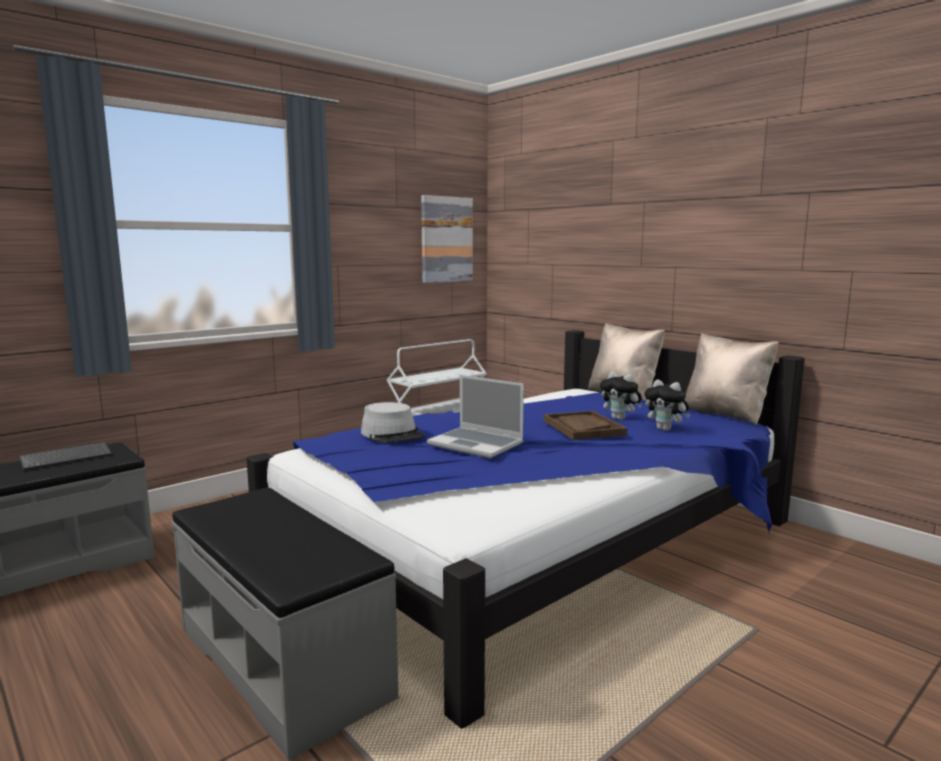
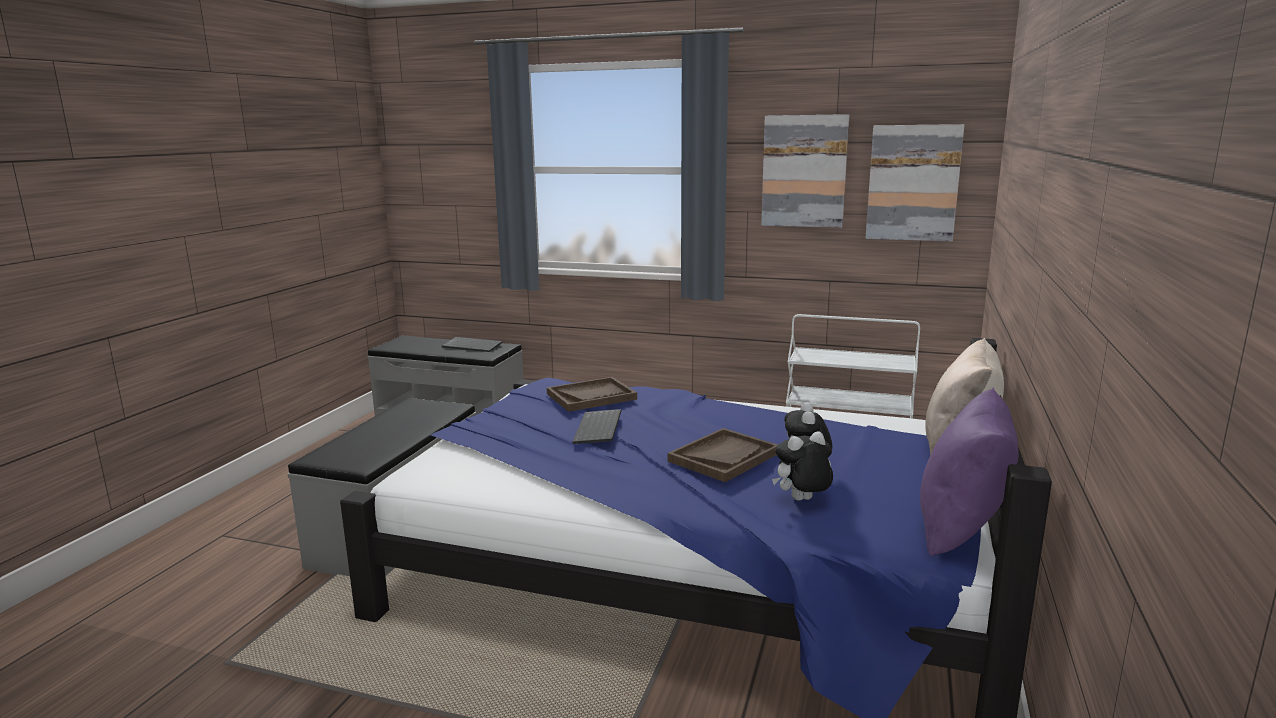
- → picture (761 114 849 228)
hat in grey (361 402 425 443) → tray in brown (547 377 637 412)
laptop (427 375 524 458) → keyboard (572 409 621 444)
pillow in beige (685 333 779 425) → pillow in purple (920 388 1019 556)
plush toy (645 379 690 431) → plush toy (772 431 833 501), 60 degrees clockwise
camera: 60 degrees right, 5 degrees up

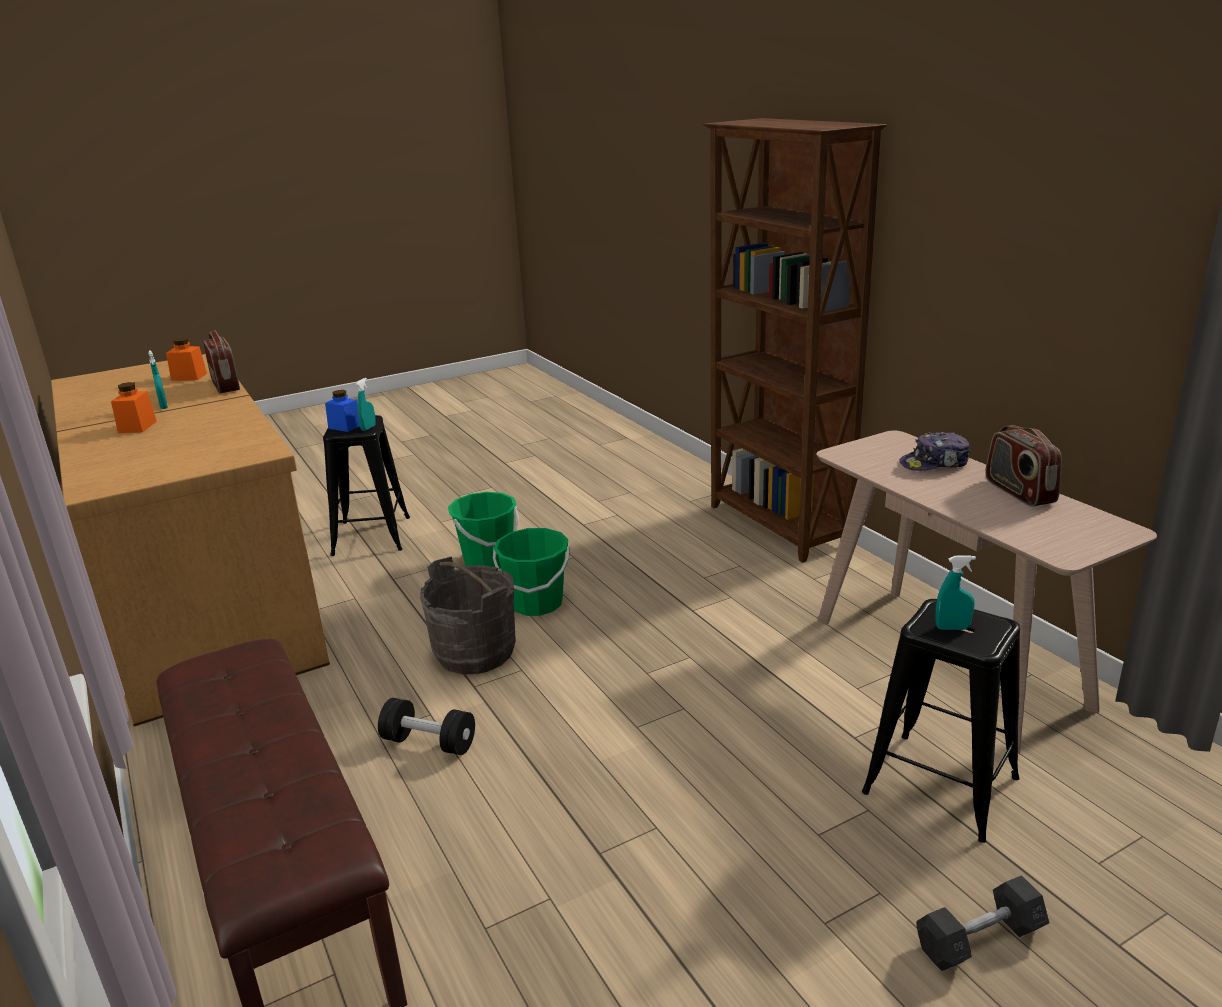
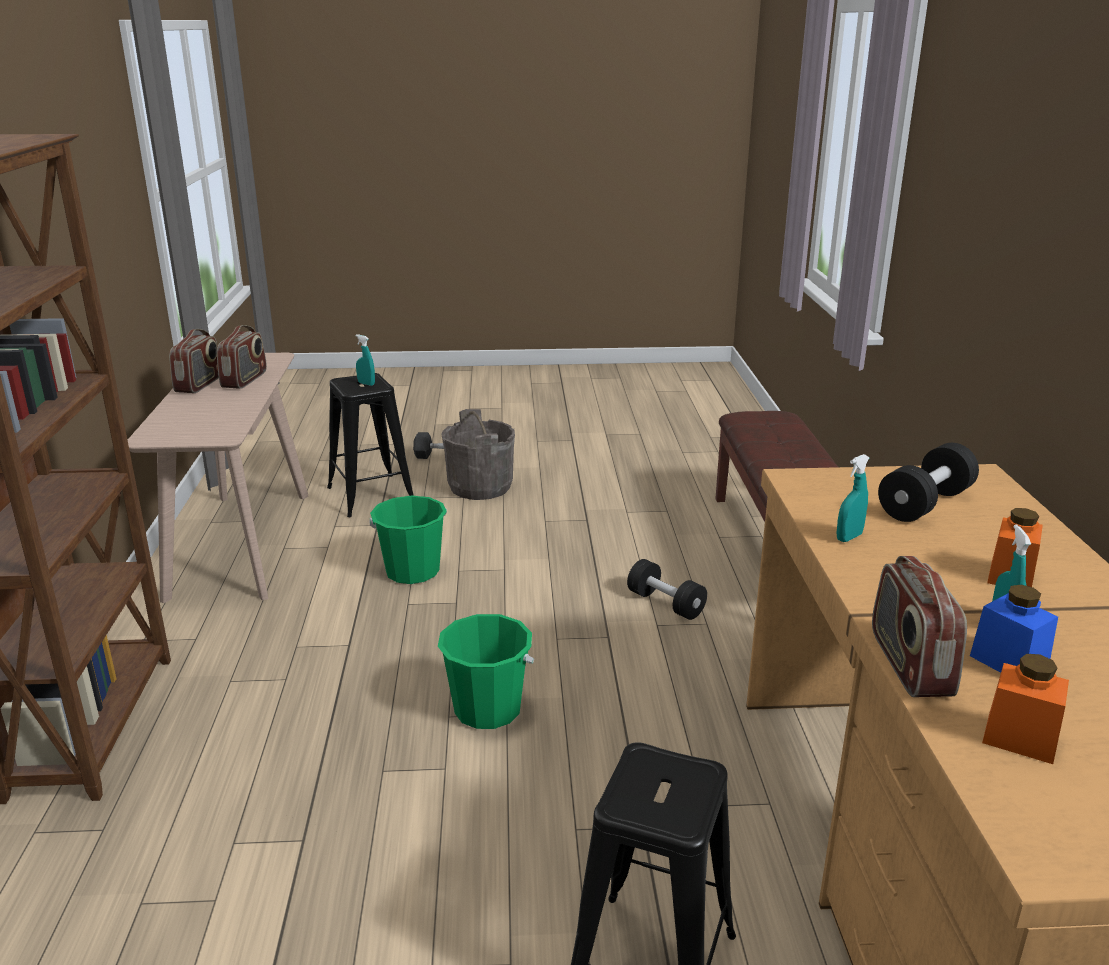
cap (899 432 970 471) → -
- → radio (217 325 267 389)
- → dumbbell in black (878 443 979 522)
jar in blue (325 390 360 432) → jar in blue (970 585 1058 673), shifted
spray bottle in turquoise (356 378 376 431) → spray bottle in turquoise (836 454 869 542), shifted
bucket in grey (420 557 516 674) → bucket in grey (442 409 515 500), shifted
bucket in green (448 492 519 569) → bucket in green (369 496 447 584), shifted
camera: 155 degrees left, 0 degrees up

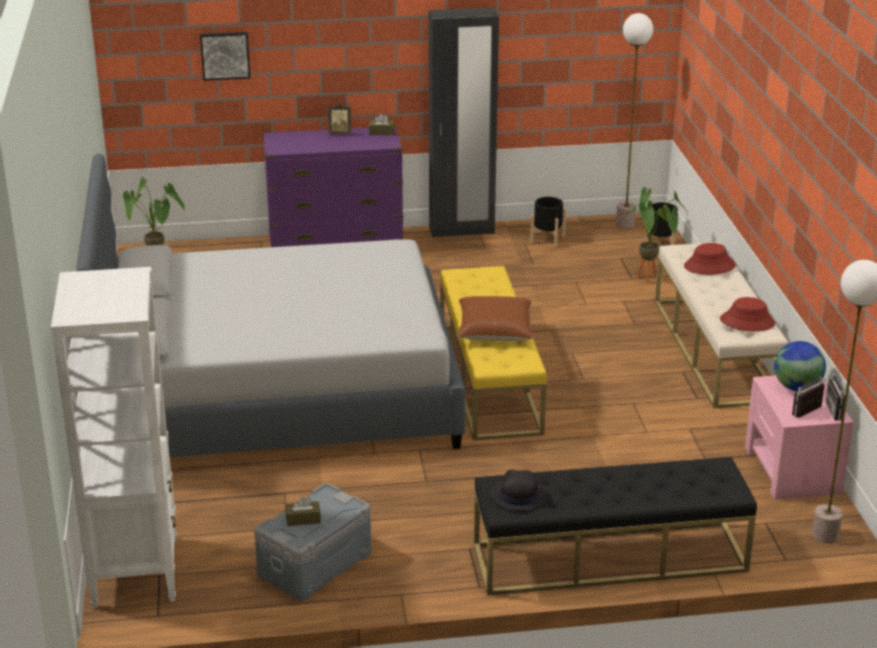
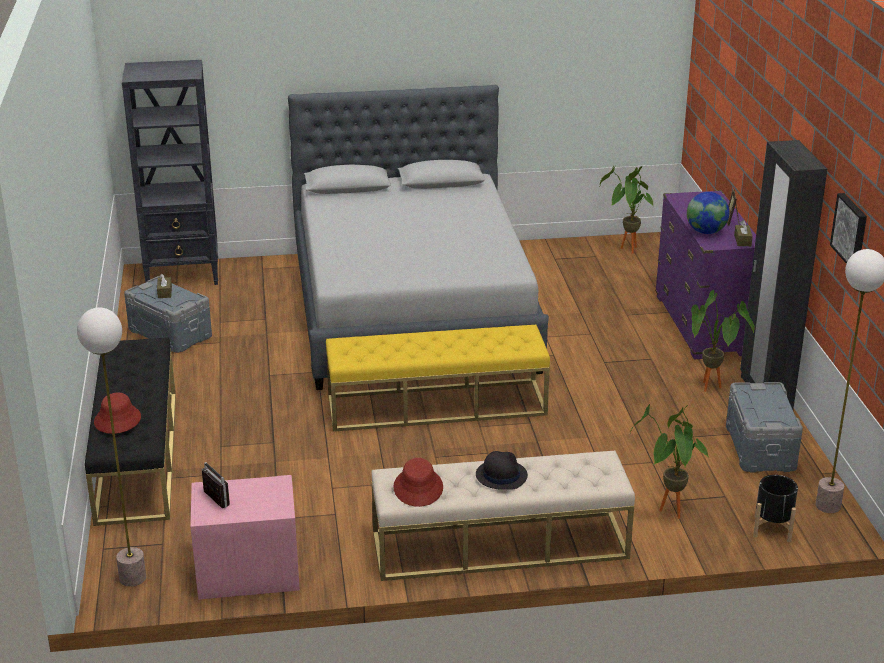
pillow in brown (457 296 532 341) → -
radio (825 373 853 421) → -
- → potted plant (691 290 754 392)
picture (200 32 250 81) → picture (830 193 867 264), shifted
hat in black (490 470 546 511) → hat in black (476 451 528 490), shifted
hat in red (684 243 736 275) → hat in red (94 393 141 434), shifted
globe (774 341 826 391) → globe (687 192 729 234), shifted
planter in black (530 197 566 247) → storage box in grey (726 382 803 472)
bookcase in white (51 267 177 608) → bookcase in black (122 60 218 285)
camera: 90 degrees right, 0 degrees up

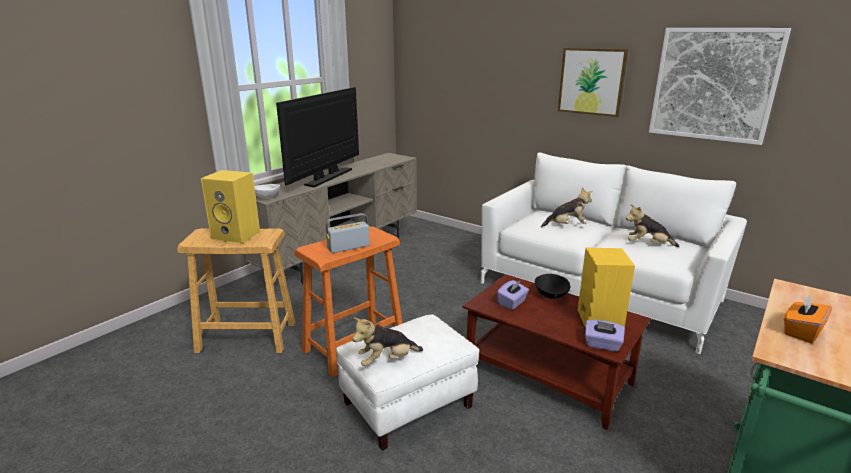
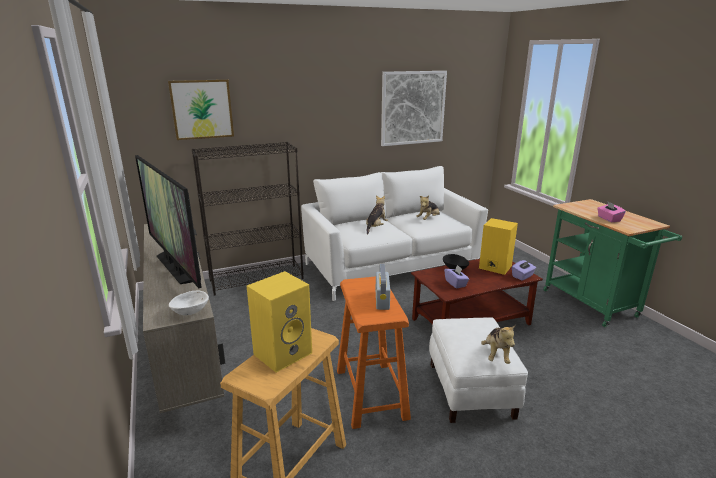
- → bookcase in black (192 142 304 296)
picture (558 48 628 117) → picture (168 79 234 140), shifted
tissue box in orange (784 294 832 343) → tissue box in pink (597 201 626 222)
camera: 60 degrees left, 0 degrees up

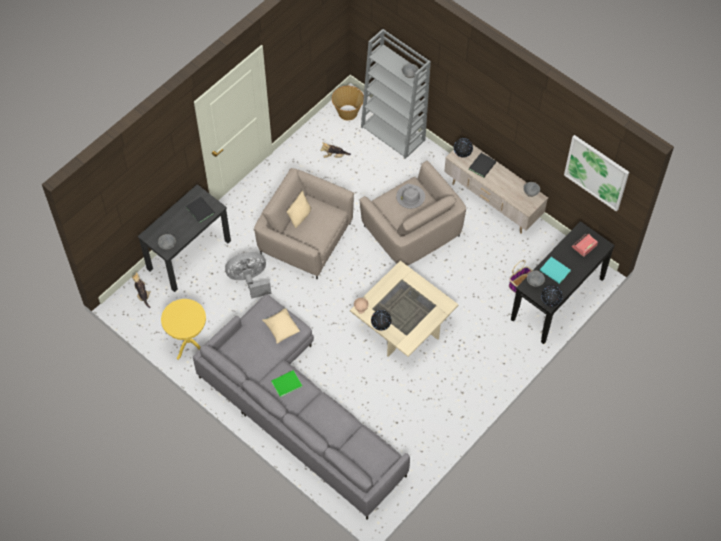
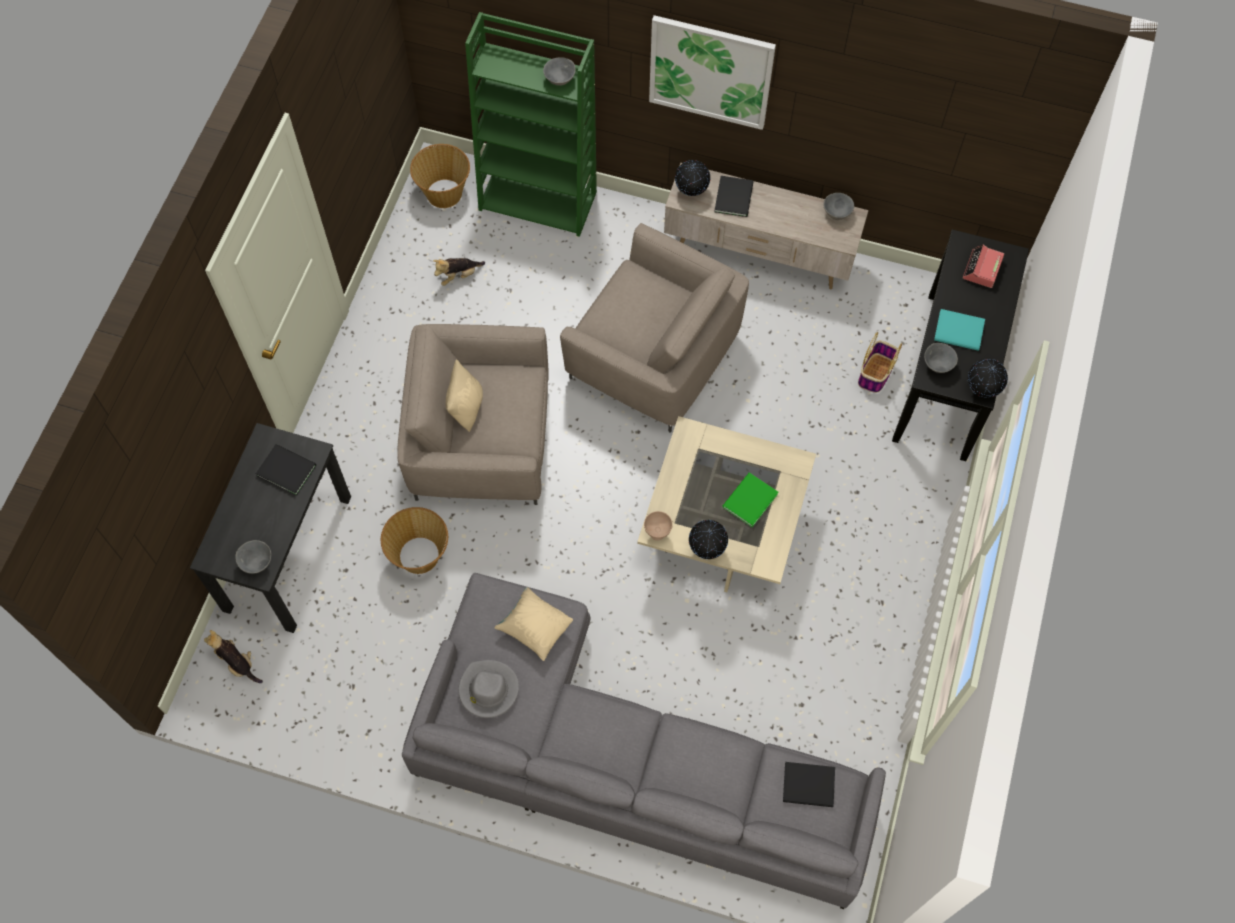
side table in yellow (161 299 206 360) → -
- → book in black (783 762 835 807)
book in green (271 370 302 397) → book in green (722 473 779 527), shifted
hat in grey (396 184 425 209) → hat in grey (458 660 519 718), shifted
picture (564 135 629 212) → picture (649 15 776 130), shifted
fan in grey (225 252 271 299) → basket (381 507 448 574)
bookcase in grey (361 29 431 159) → bookcase in green (465 12 597 237)
camera: 25 degrees left, 5 degrees up

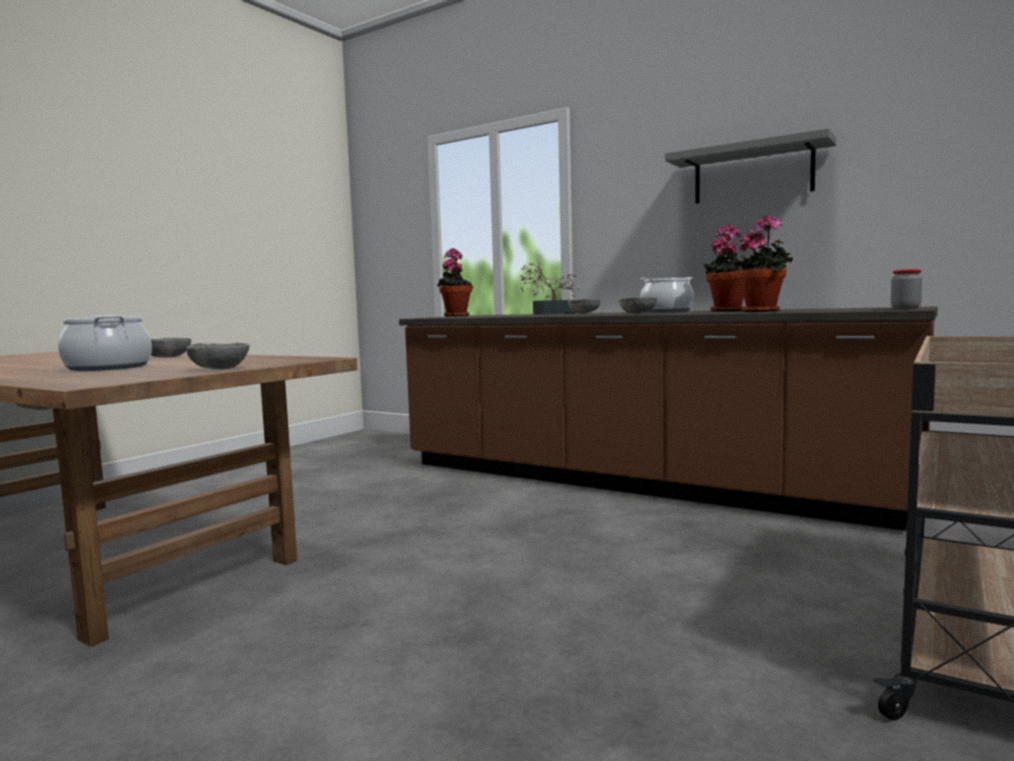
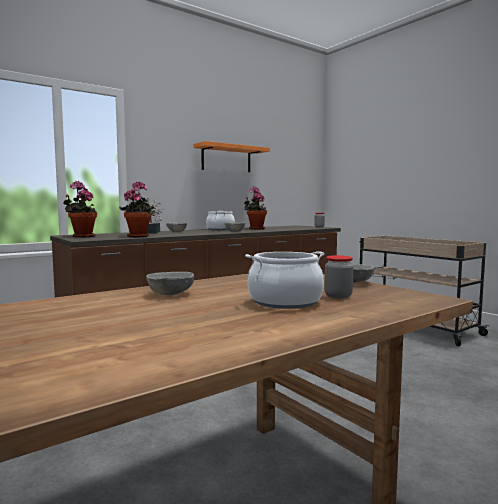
- → jar (324 255 353 299)
potted plant (734 215 793 312) → potted plant (119 182 155 237), shifted
shelf in grey (665 128 836 204) → shelf in orange (193 141 270 172)
camera: 70 degrees left, 0 degrees up

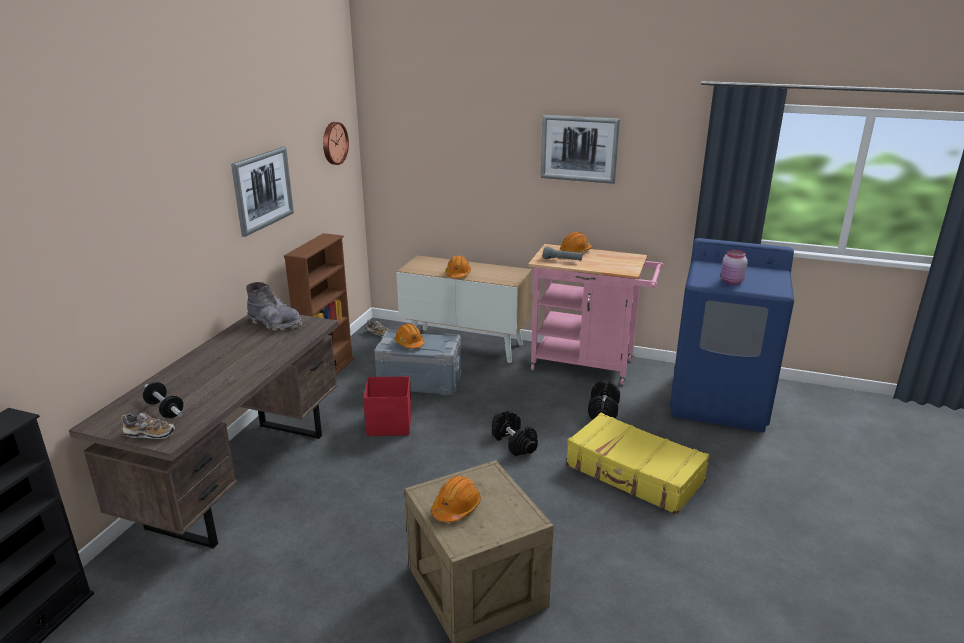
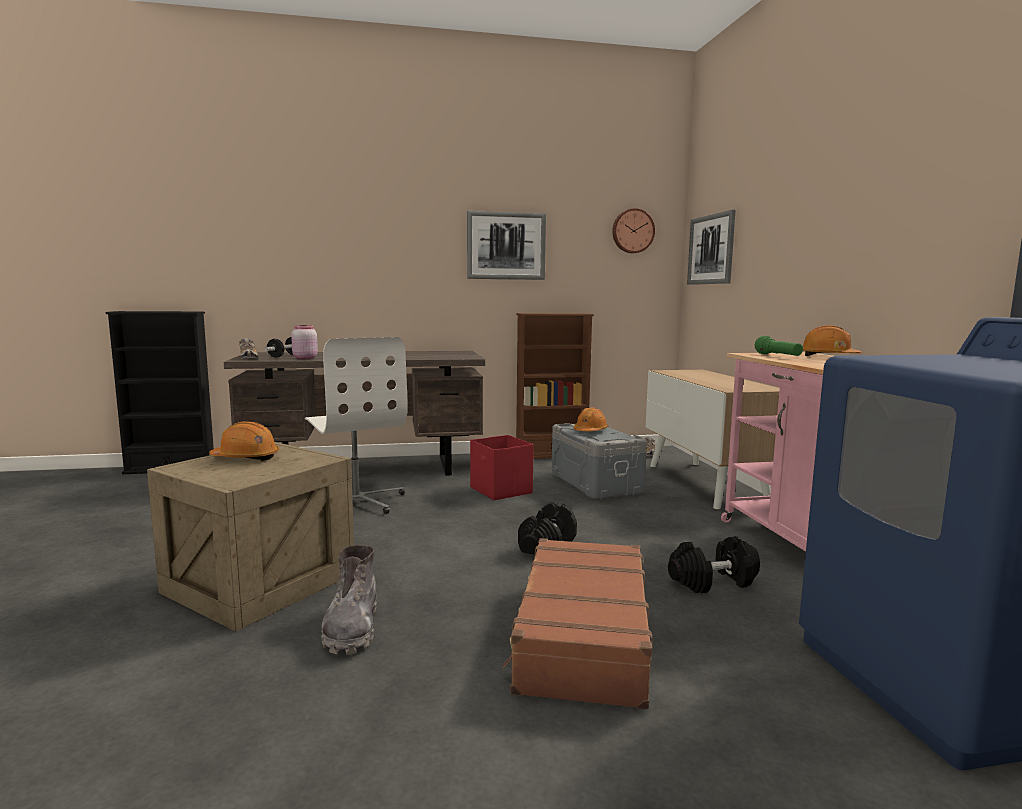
hard hat in orange (445 255 471 278) → -
- → office chair in white (305 337 408 514)
boot in grey (246 282 302 331) → boot in grey (321 545 377 655), shifted
picture (540 115 620 184) → picture (687 210 736 285), shifted
jar in pink (721 250 748 285) → jar in pink (291 325 318 359), shifted
flashlight in grey (543 247 583 261) → flashlight in green (755 336 803 356)
suitcase in yellow (566 413 709 515) → suitcase in brown (503 538 653 709)
camera: 60 degrees right, 15 degrees down

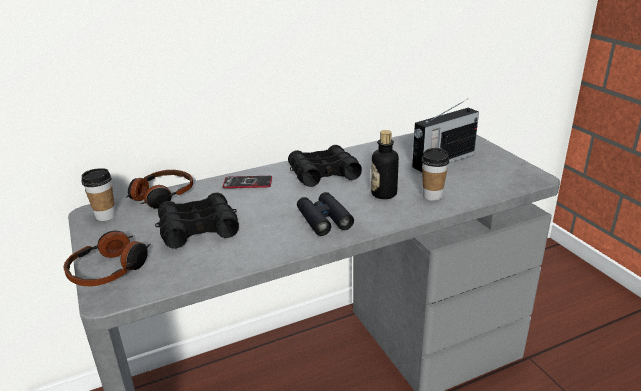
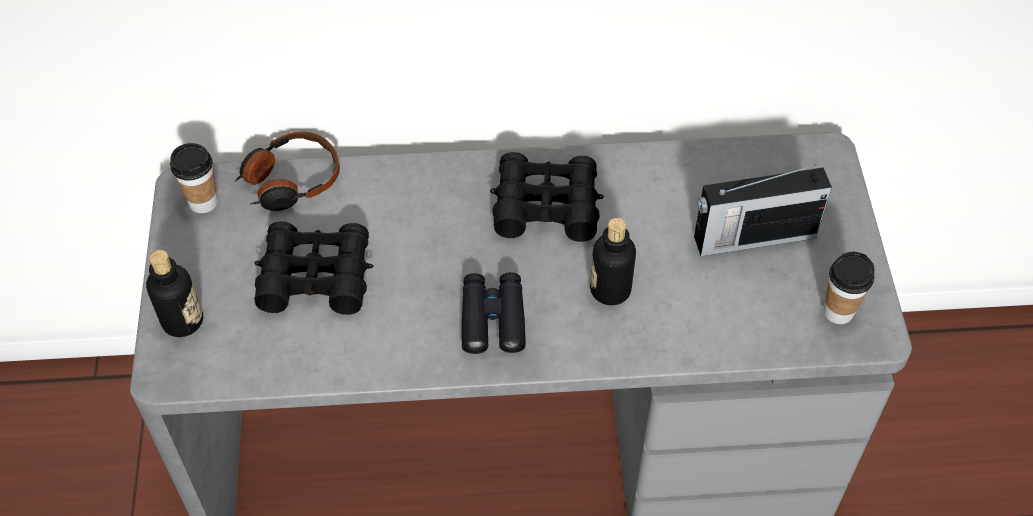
phone (223 176 272 188) → -
cup (421 148 449 201) → cup (823 252 874 324), shifted
headphones (63 231 150 286) → bottle (146 250 203 337)
camera: 20 degrees right, 25 degrees up

